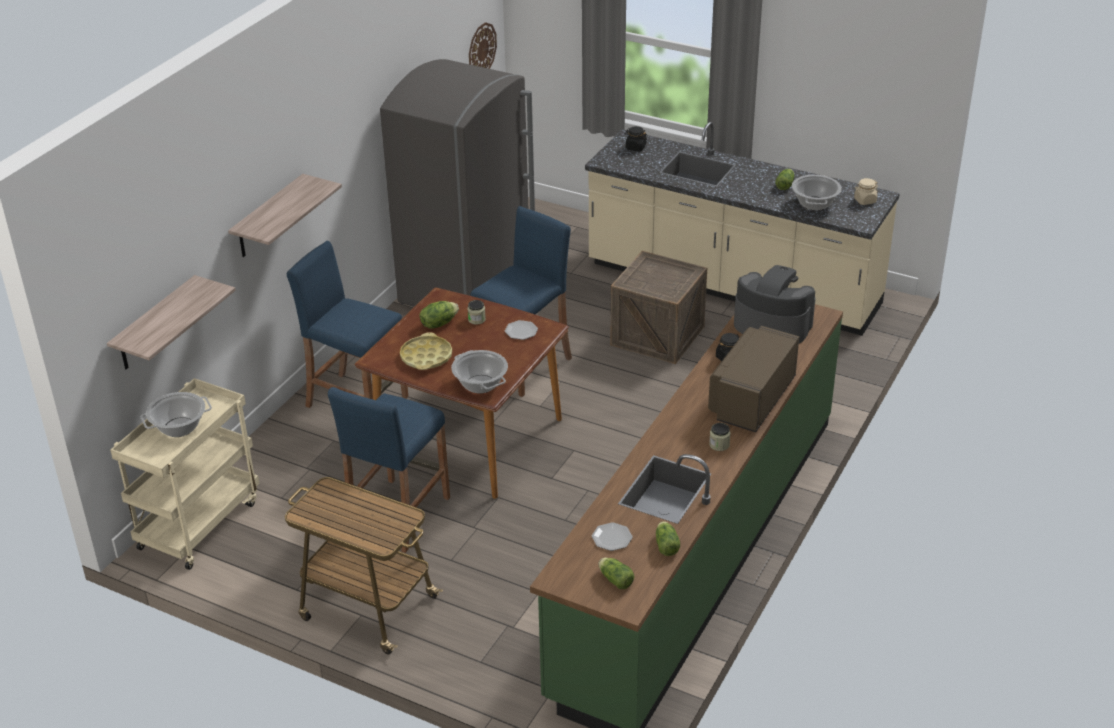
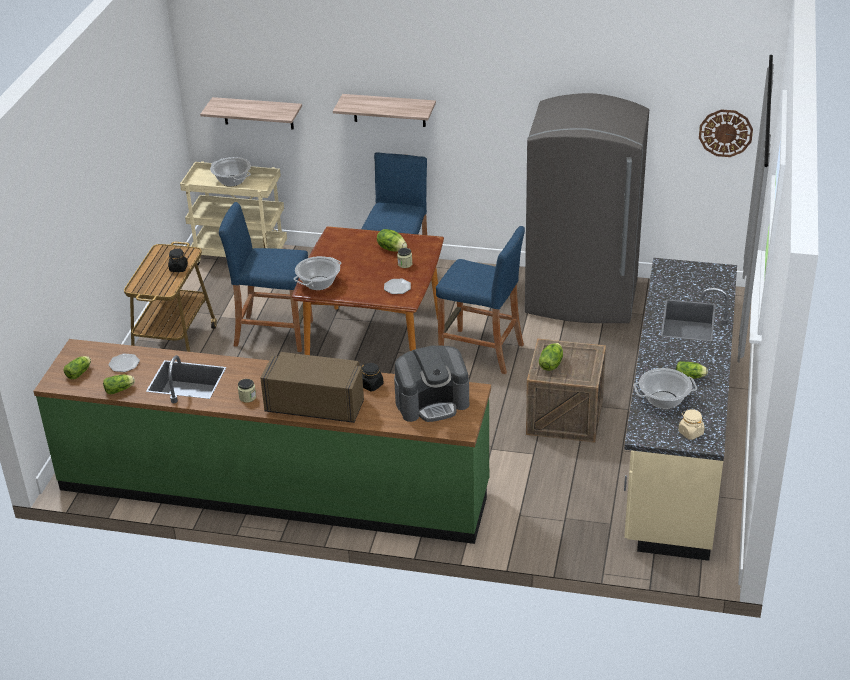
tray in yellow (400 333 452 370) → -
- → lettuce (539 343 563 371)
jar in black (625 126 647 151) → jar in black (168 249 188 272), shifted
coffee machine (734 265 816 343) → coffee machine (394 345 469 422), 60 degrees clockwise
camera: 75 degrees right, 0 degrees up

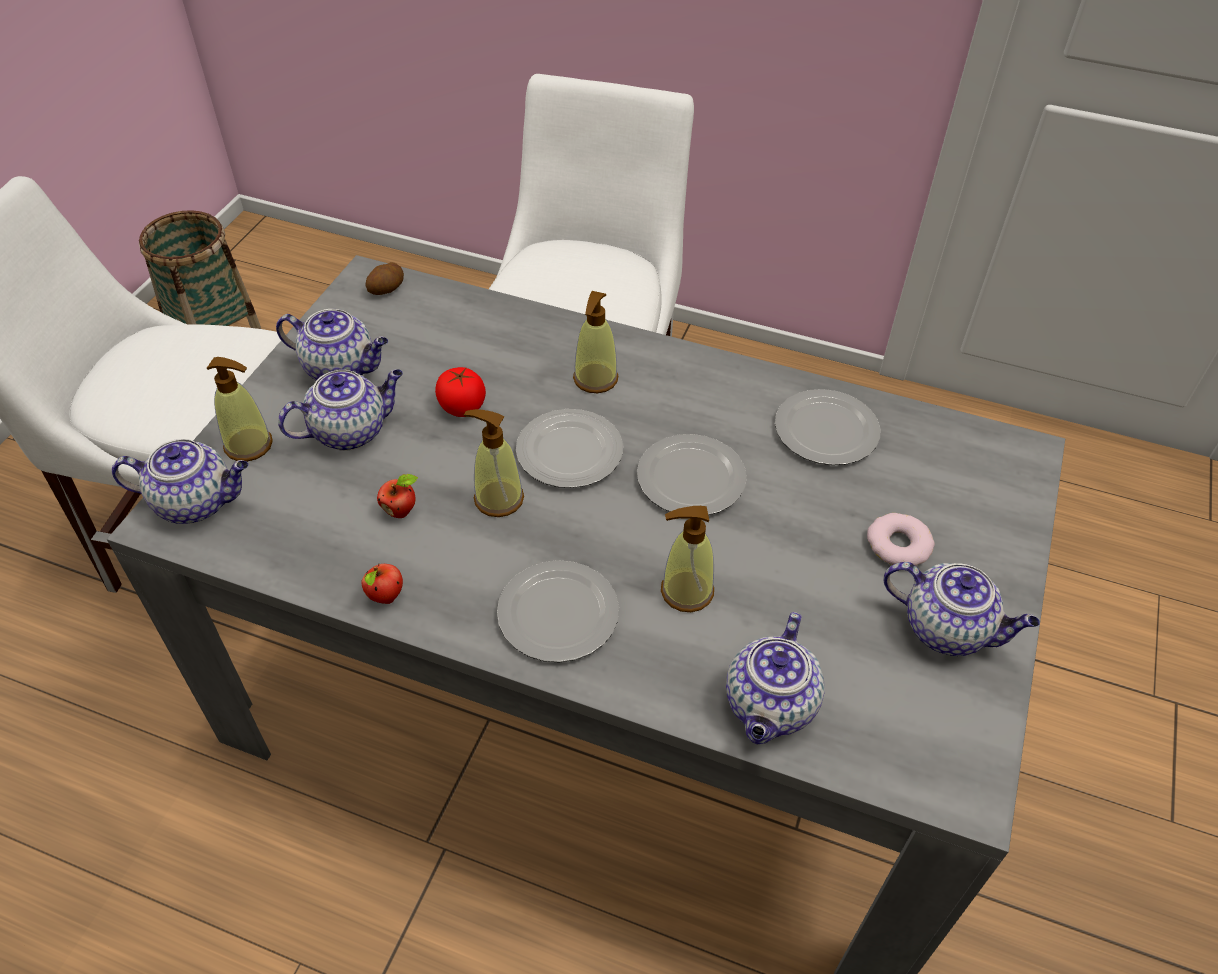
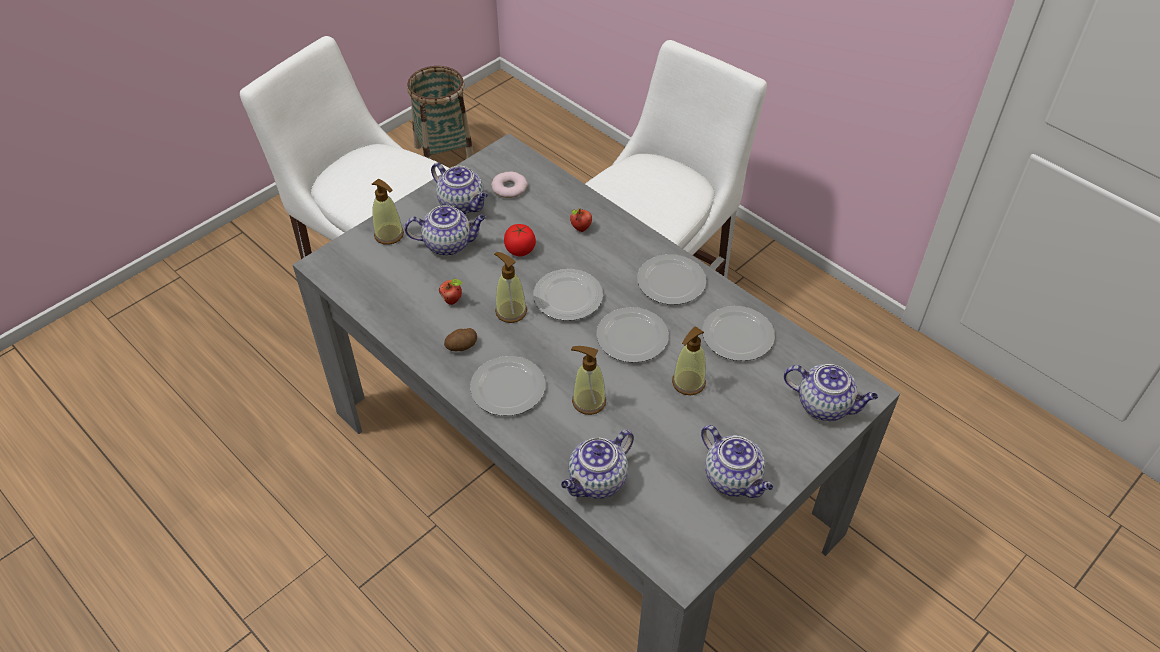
- → plate (637 254 706 305)
teapot (112 439 249 524) → teapot (784 364 878 421), shifted
apple (361 564 403 604) → apple (570 208 592 232), shifted
potato (365 262 404 295) → potato (444 328 477 351), shifted
soap dispenser (573 291 619 393) → soap dispenser (672 326 706 395), shifted
donut (867 513 935 566) → donut (491 172 528 198), shifted
camera: 25 degrees right, 0 degrees up

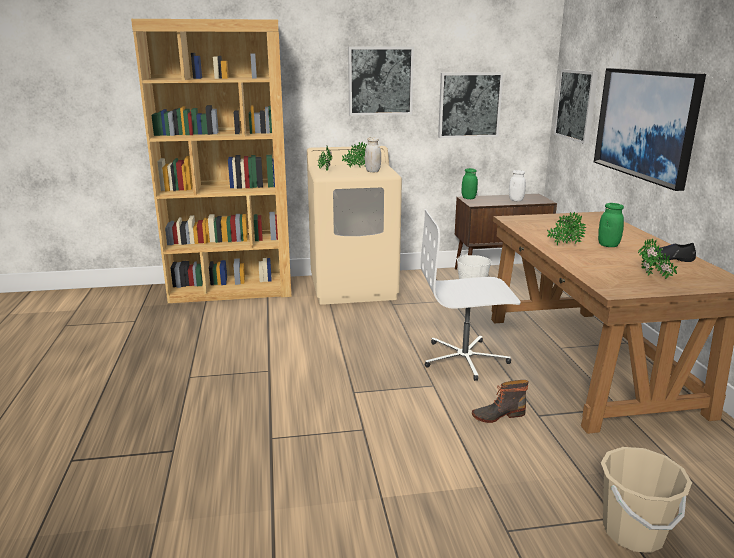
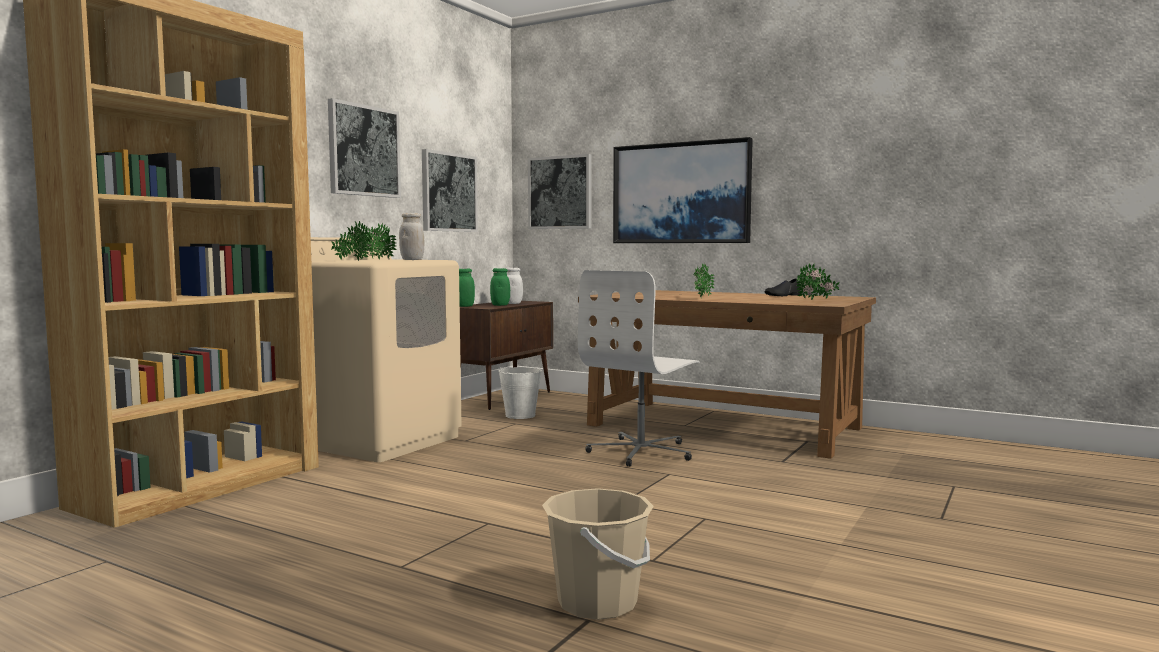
boot (472 380 529 423) → -
jar in green (598 203 624 247) → jar in green (490 268 510 306), shifted
bucket in beige (601 447 692 553) → bucket in beige (542 488 654 620), shifted
camera: 50 degrees left, 15 degrees down

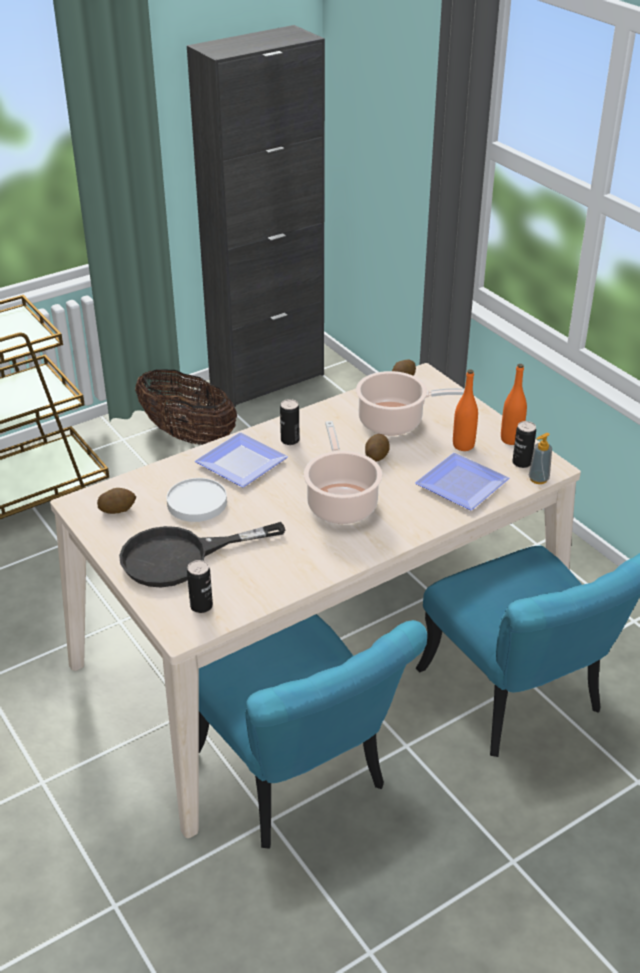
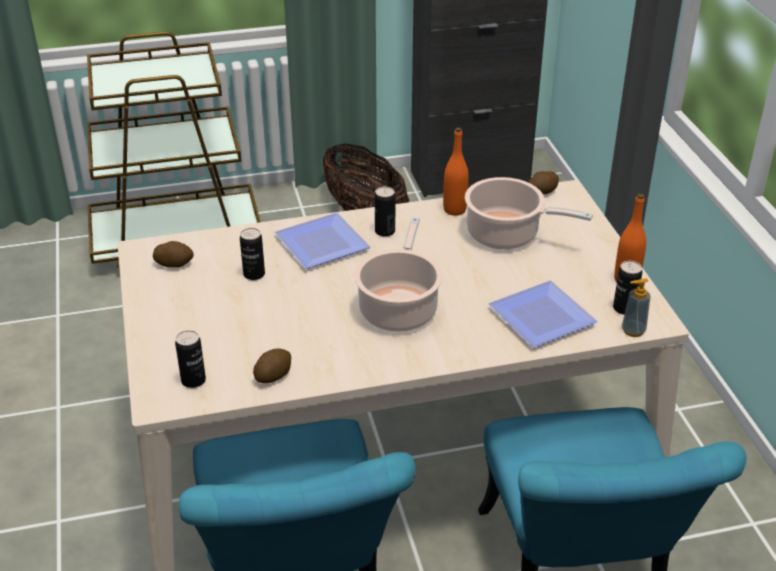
frying pan in black (119 522 285 588) → -
potato (365 434 390 462) → potato (253 348 291 383), shifted
bottle in orange (453 369 478 451) → bottle in orange (443 127 469 216), shifted
plate in white (167 478 227 522) → can (240 228 265 280)
camera: 20 degrees right, 0 degrees up

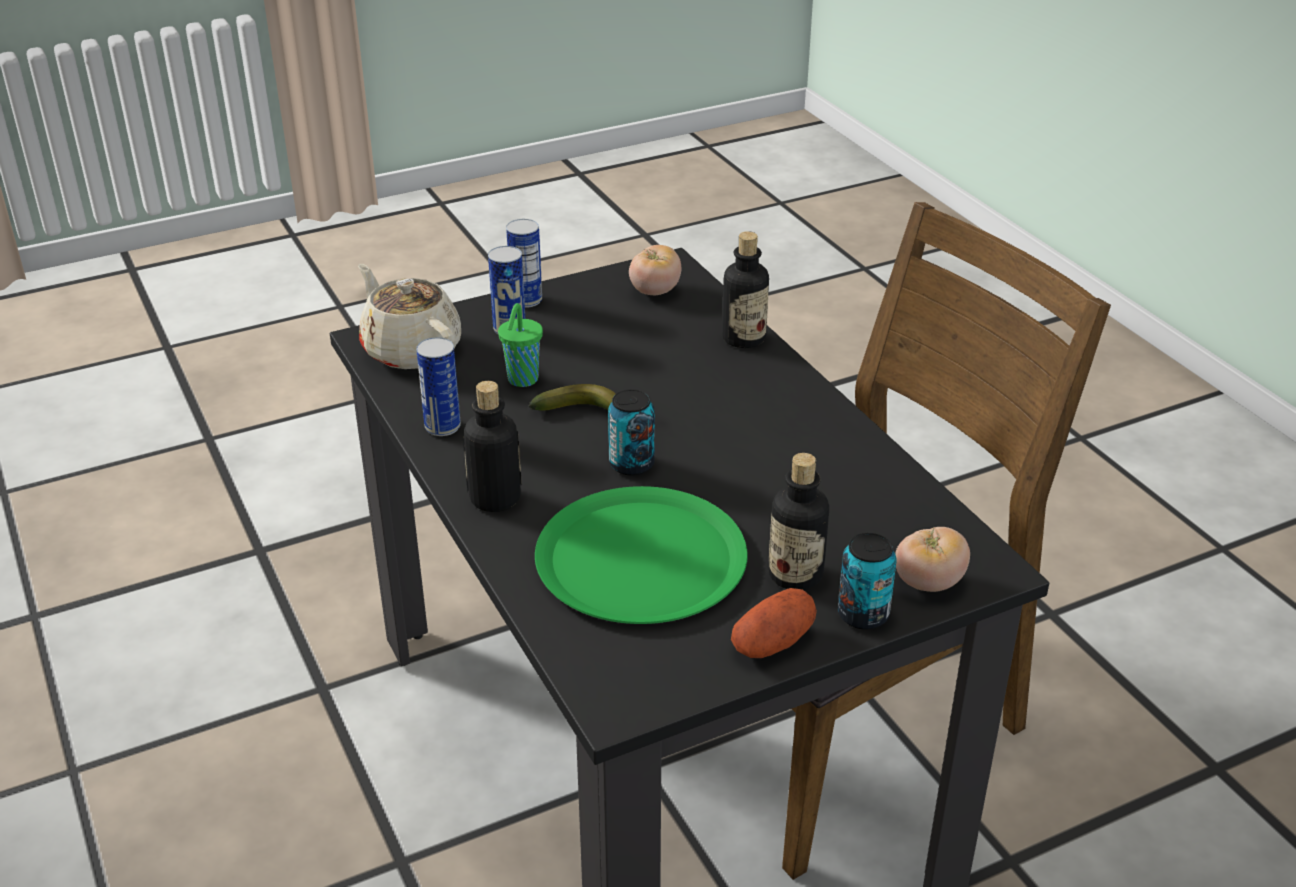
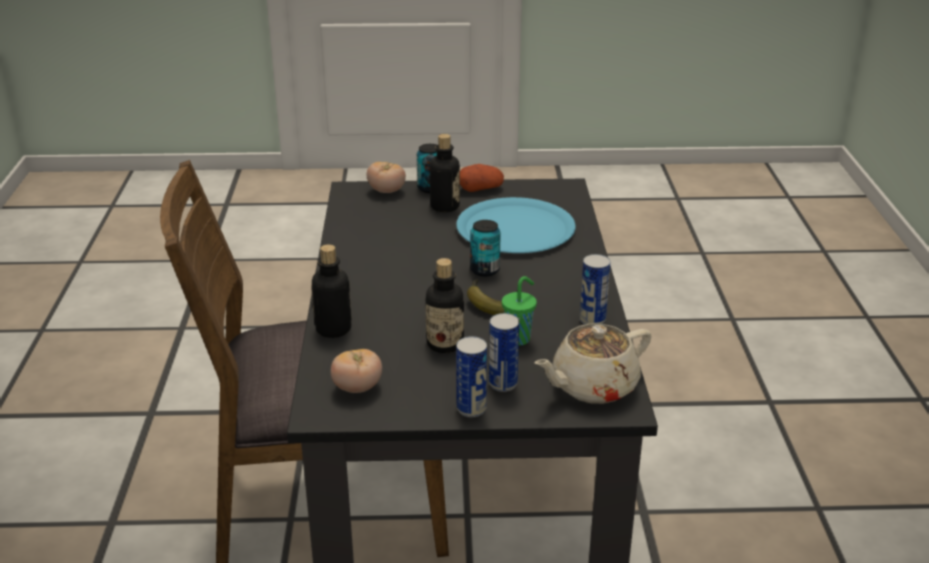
bottle (463 381 522 512) → bottle (425 258 464 353), shifted
plate in green (535 486 748 624) → plate in blue (456 197 576 253)
teapot in beige (358 264 461 369) → teapot in beige (534 323 652 404), 75 degrees clockwise
camera: 155 degrees left, 5 degrees down

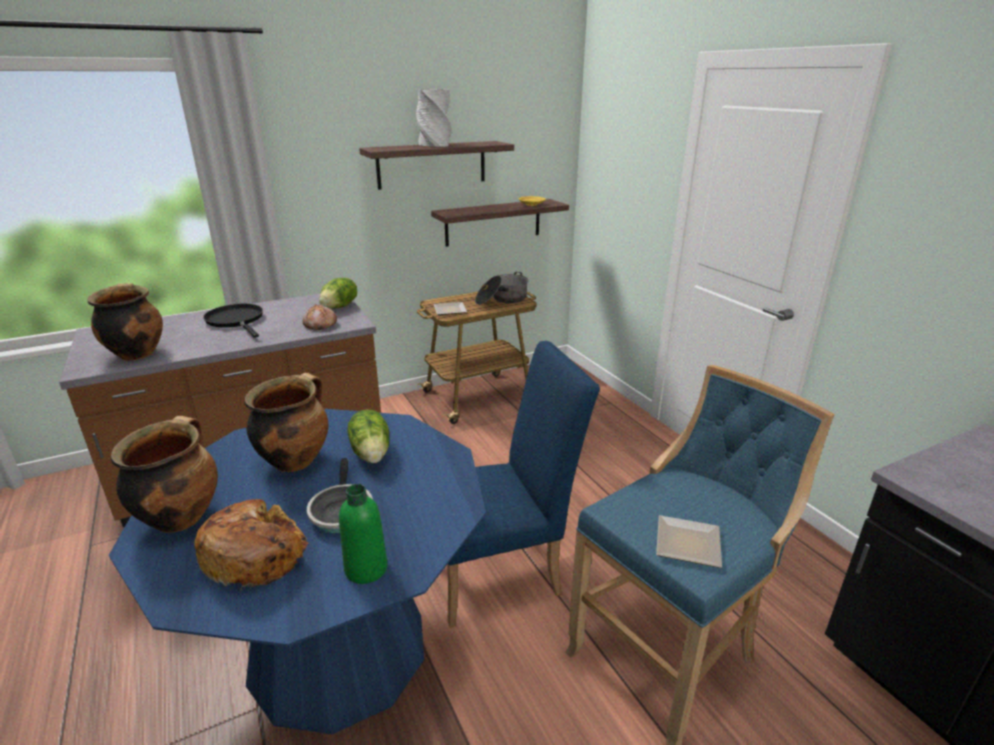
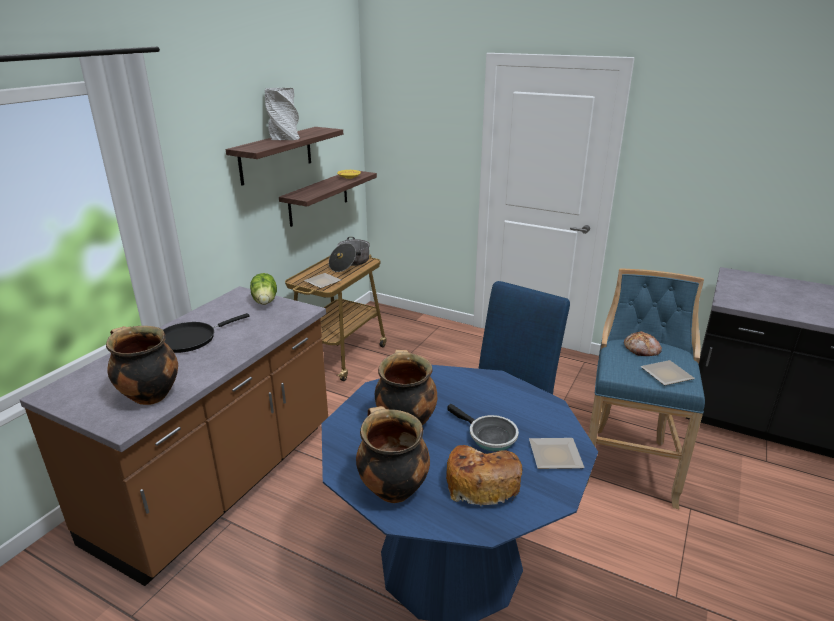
lettuce (348 409 389 463) → -
bread (303 304 337 330) → bread (624 331 662 356), shifted
bottle in green (339 484 388 584) → plate (529 438 585 469)
frying pan in black (203 304 263 338) → frying pan in black (163 313 250 353), 60 degrees counterclockwise
camera: 35 degrees left, 0 degrees up

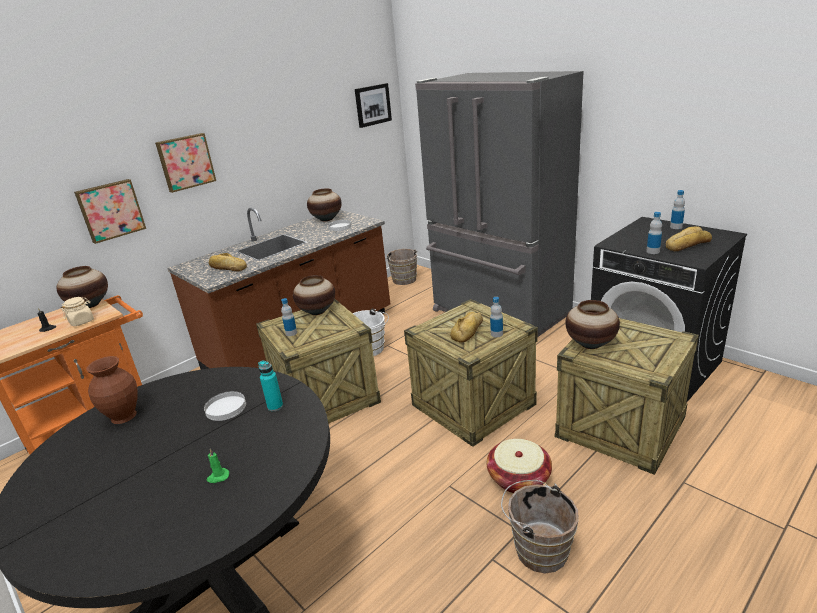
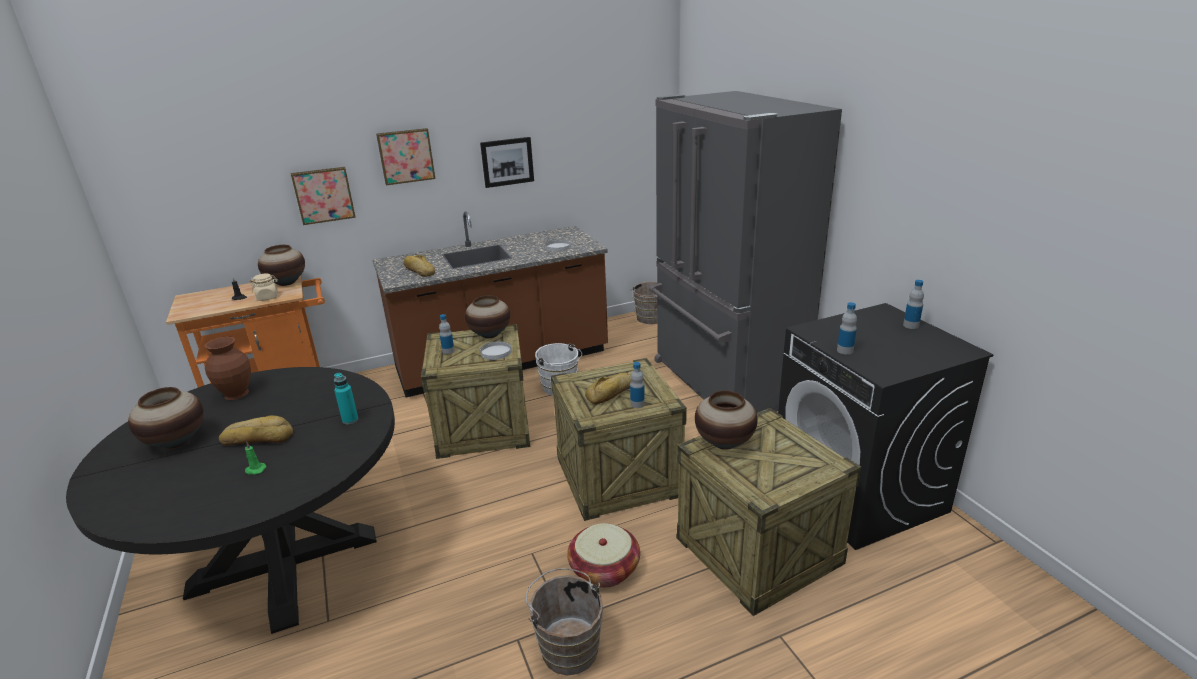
plate in white (204 391 246 421) → plate in white (480 341 512 360), shifted
vase (307 189 342 221) → vase (128 387 204 449), shifted
picture (355 83 392 128) → picture (480 137 534 188), shifted
bread (666 227 712 251) → bread (219 415 293 446), shifted
camera: 20 degrees right, 0 degrees up

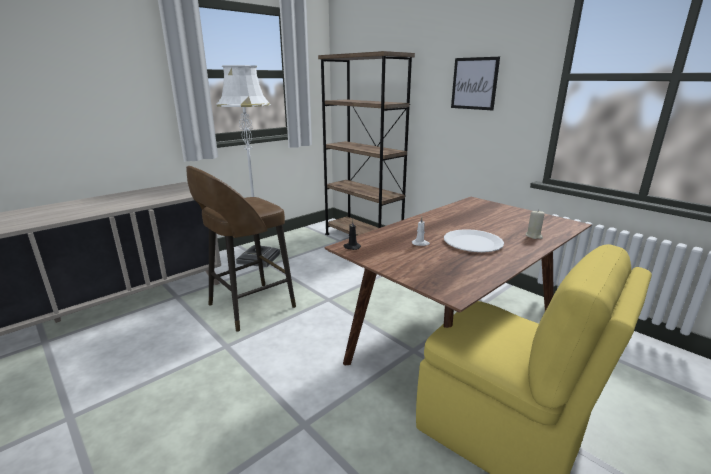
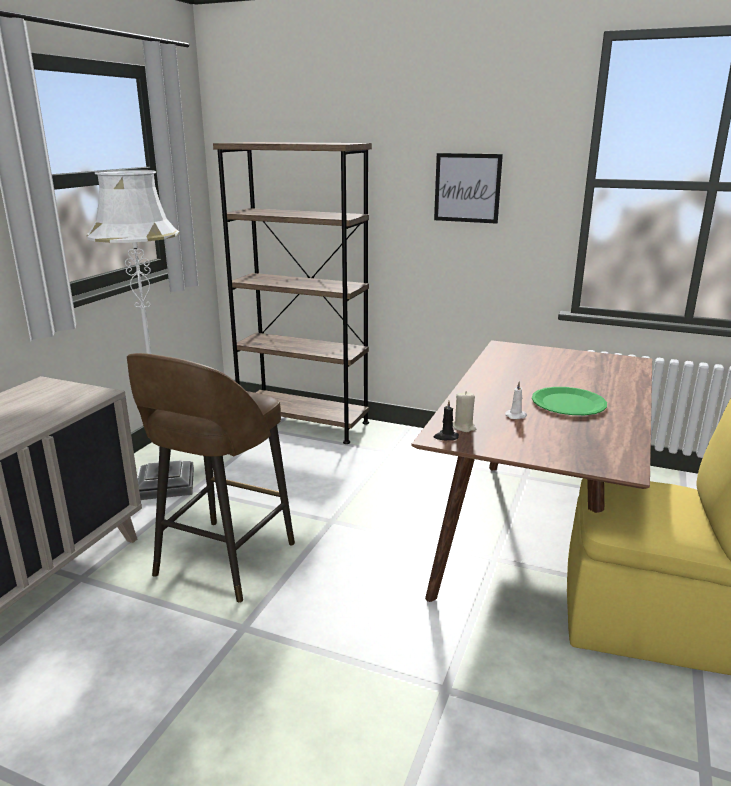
candle in beige (526 210 545 239) → candle in beige (453 391 476 432), shifted
plate in white (444 229 504 252) → plate in green (532 387 607 415)
camera: 25 degrees left, 0 degrees up

